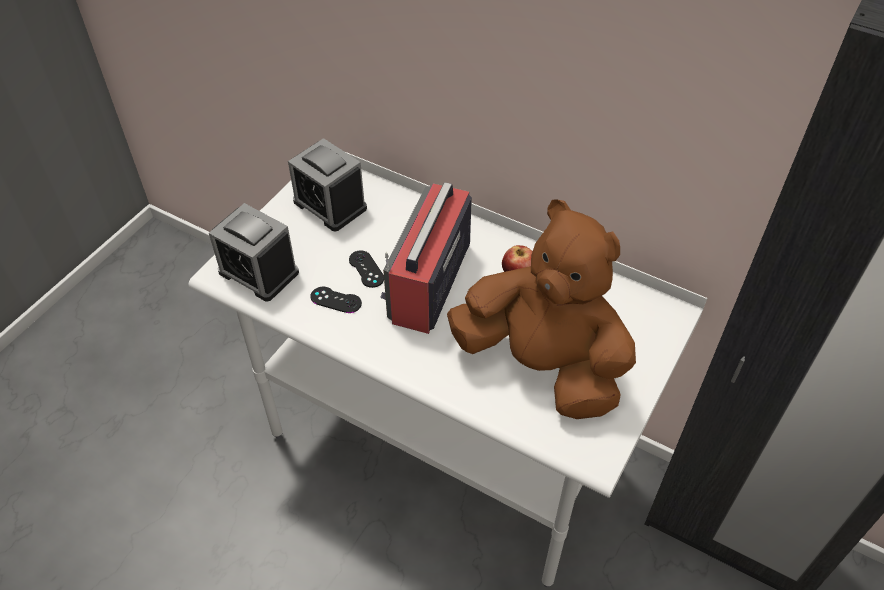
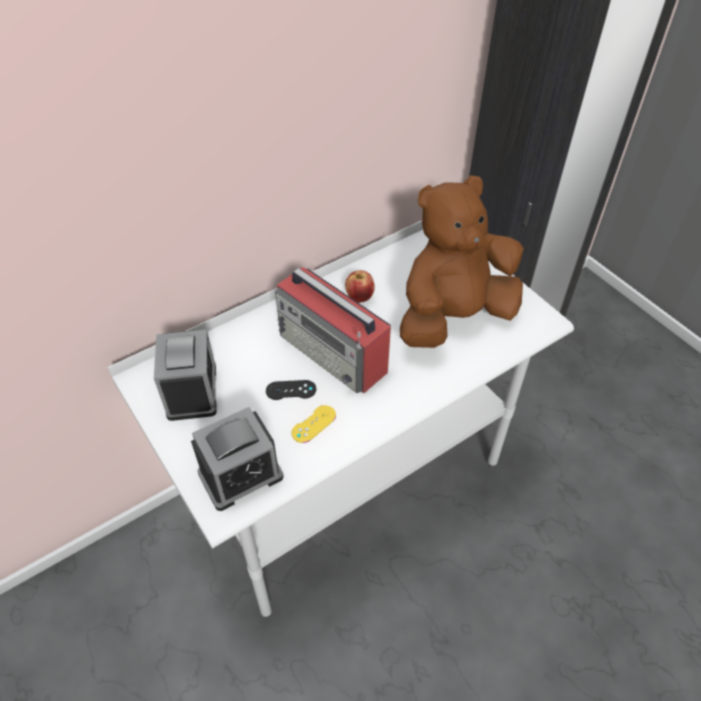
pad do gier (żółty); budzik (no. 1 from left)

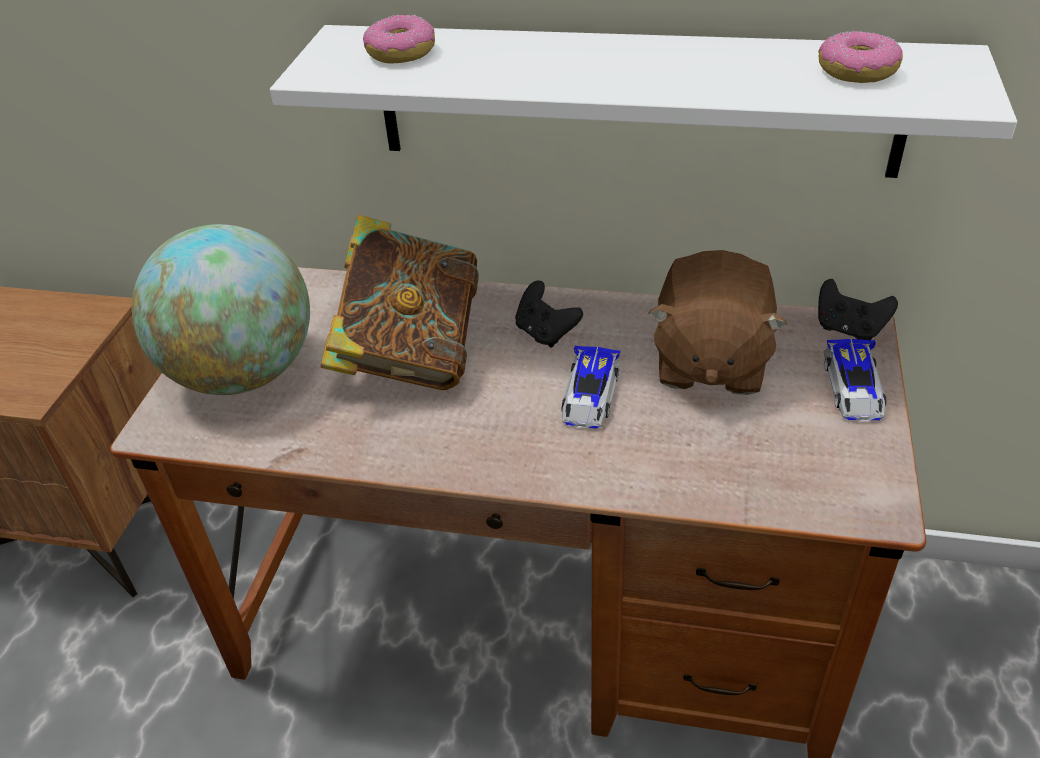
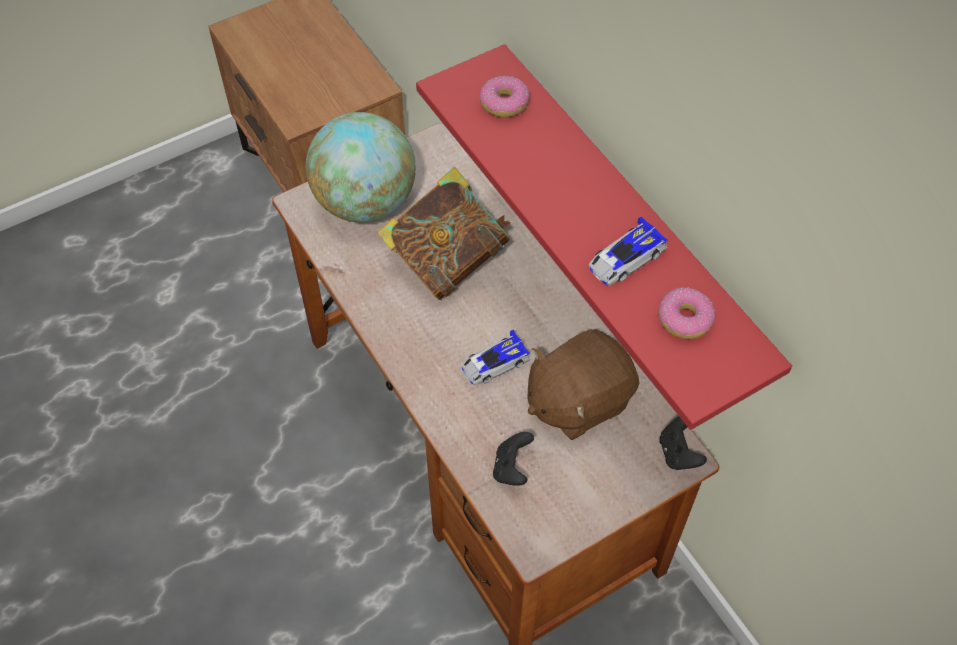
pad do gier (czarny) (no. 1 from left); samochodzik (no. 2 from left); półka (czerwony)

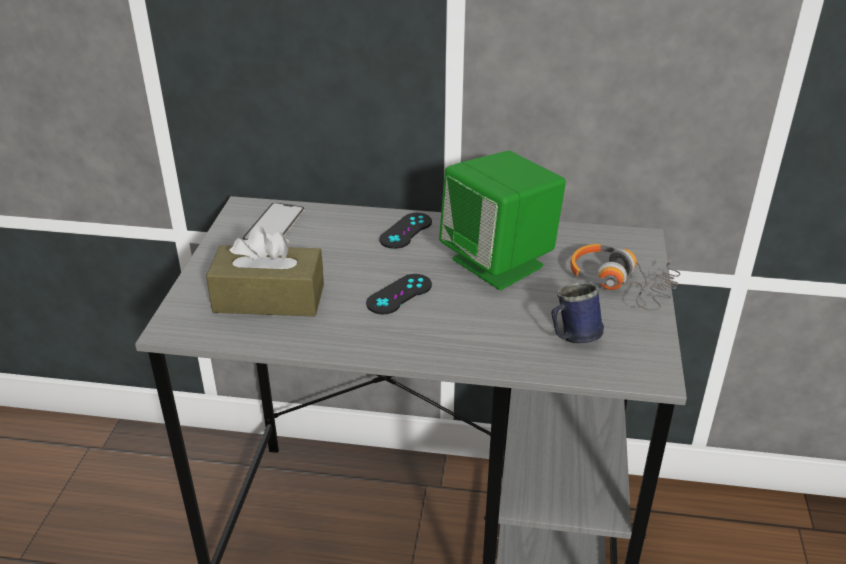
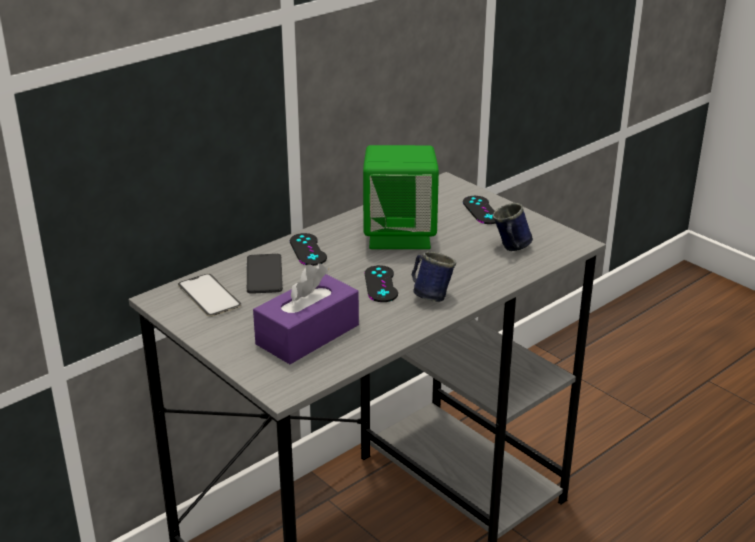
telefon (no. 2 from left); kubek (niebieski) (no. 1 from left); pad do gier (czarny) (no. 3 from left); pudełko chusteczek (fioletowy)

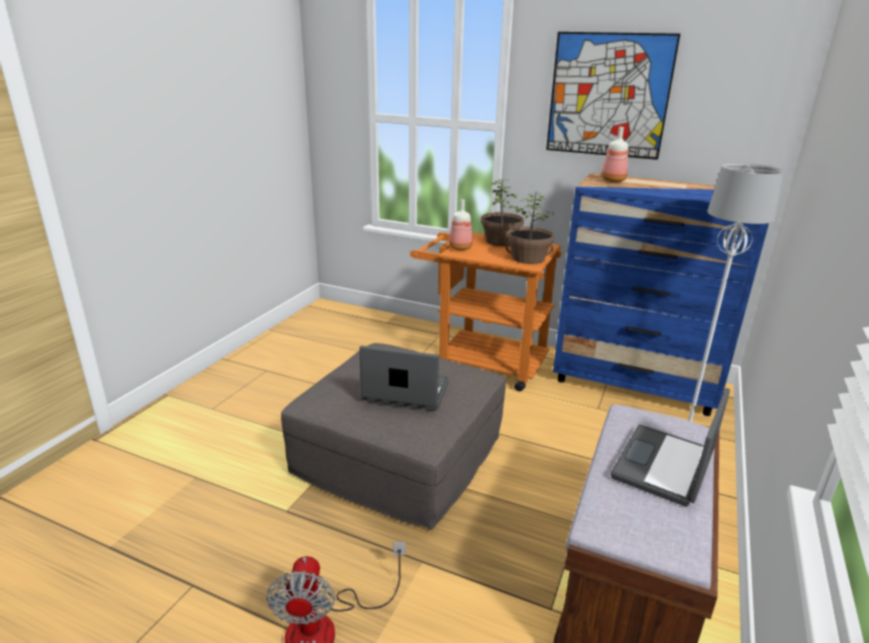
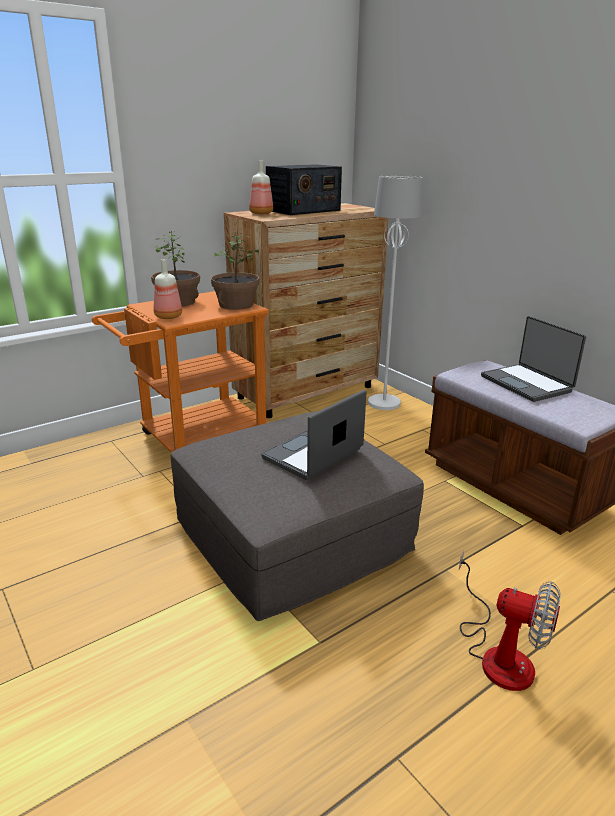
obraz; radio; komoda (brązowy)

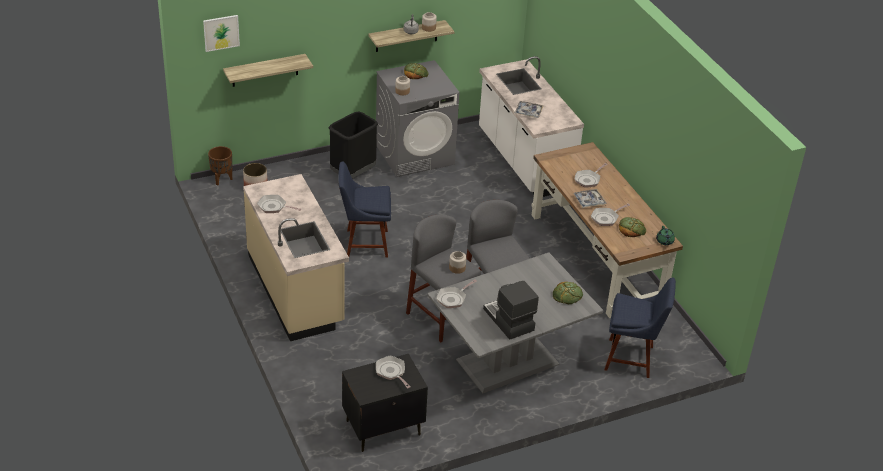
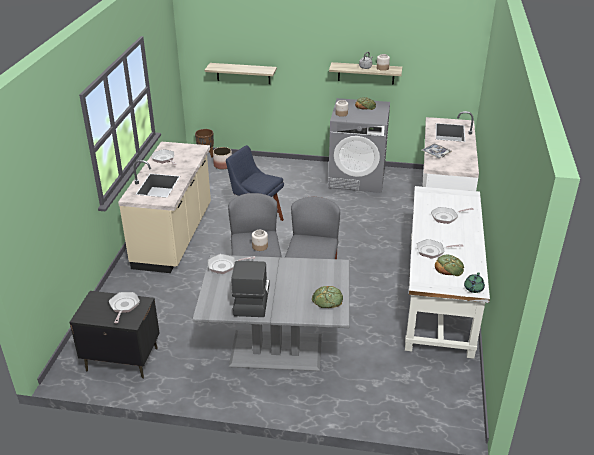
obraz; kosz na śmieci (czarny); taca (no. 2 from left in the first image); krzesło (niebieski) (no. 2 from left in the first image); biurko (biały)

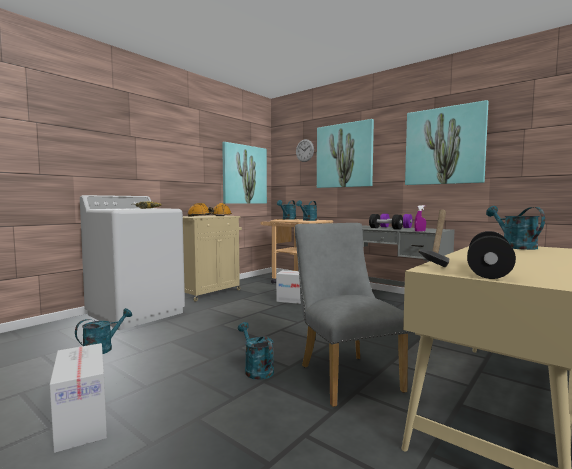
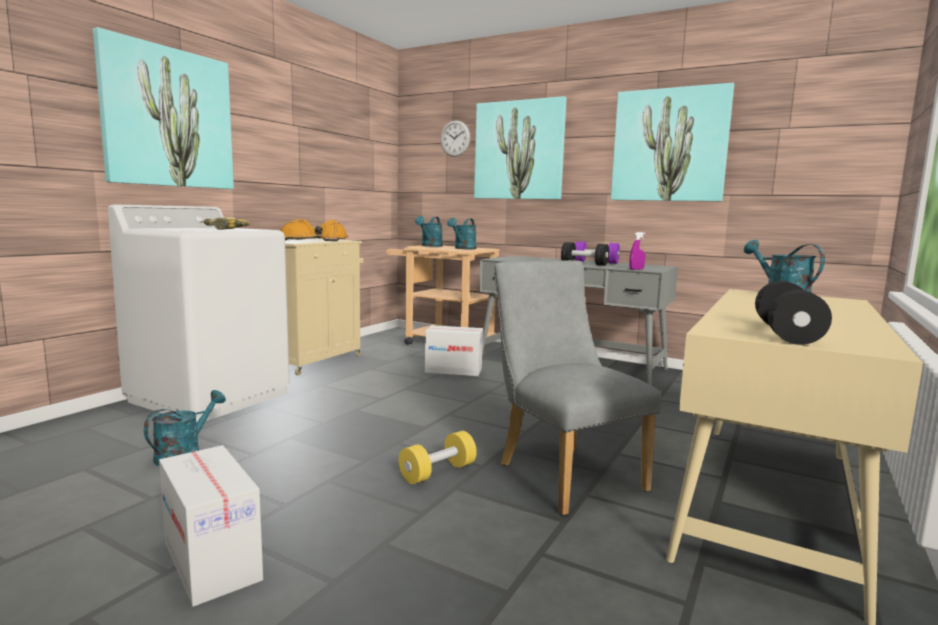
młotek; obraz (no. 1 from left); hantel (żółty)

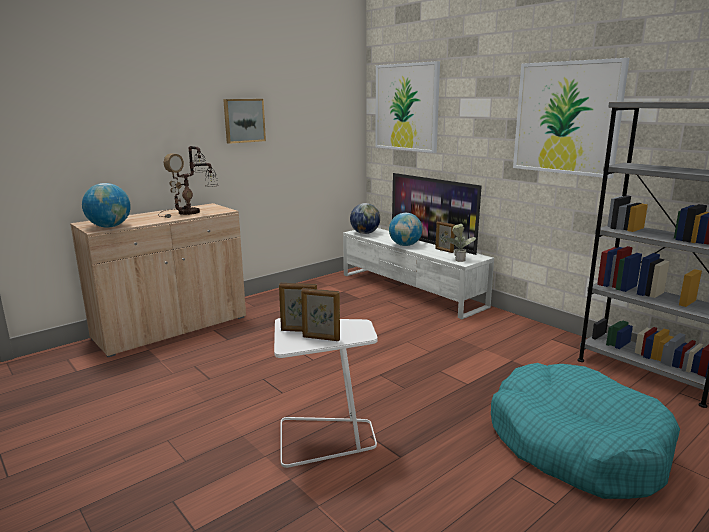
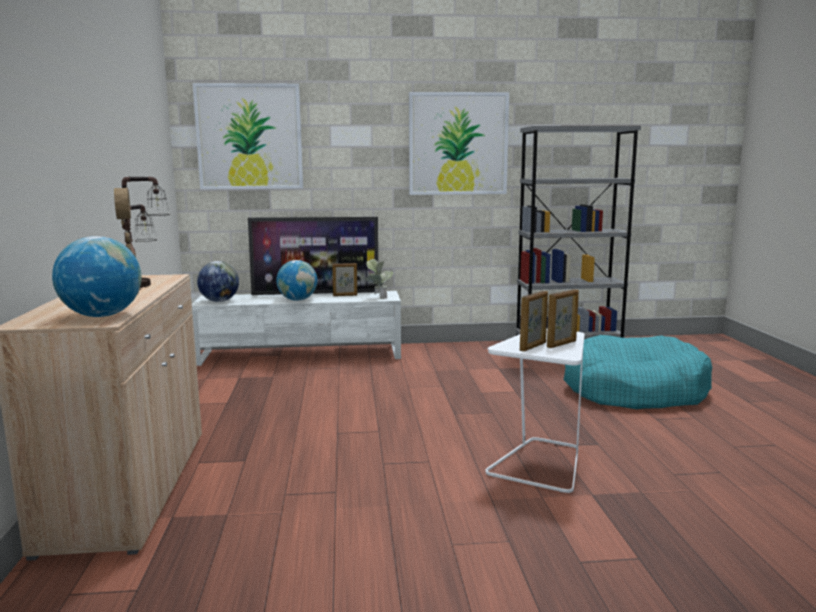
obraz (no. 1 from left in the first image)

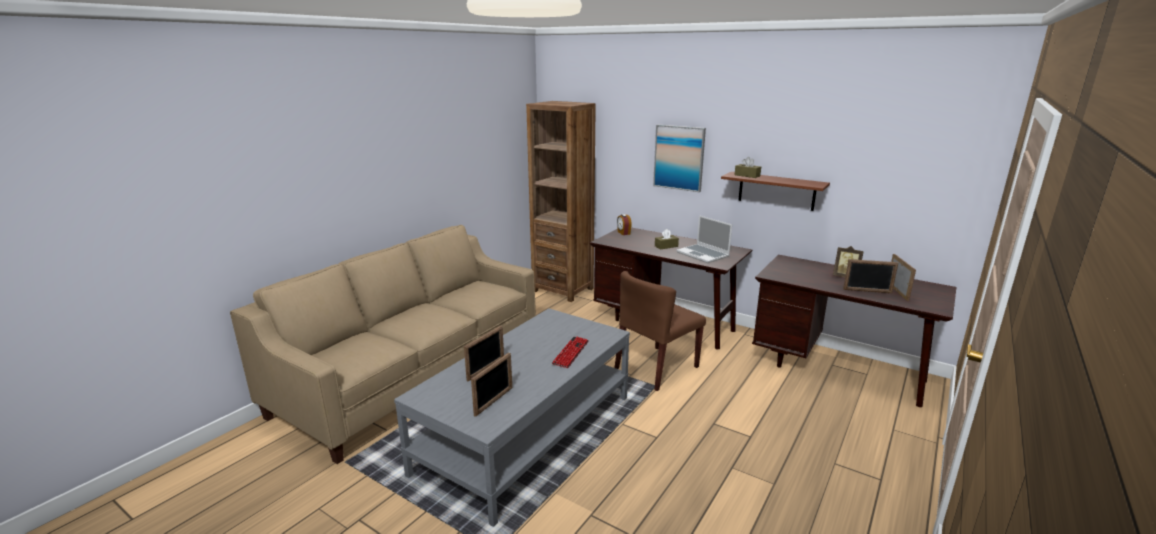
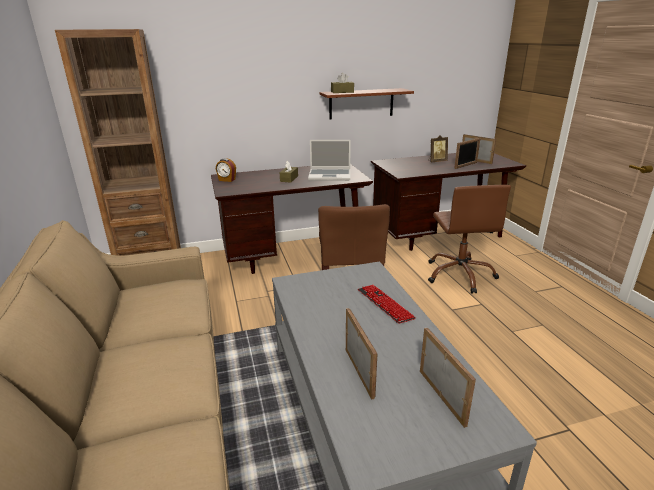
obraz; krzesło biurowe (brązowy)

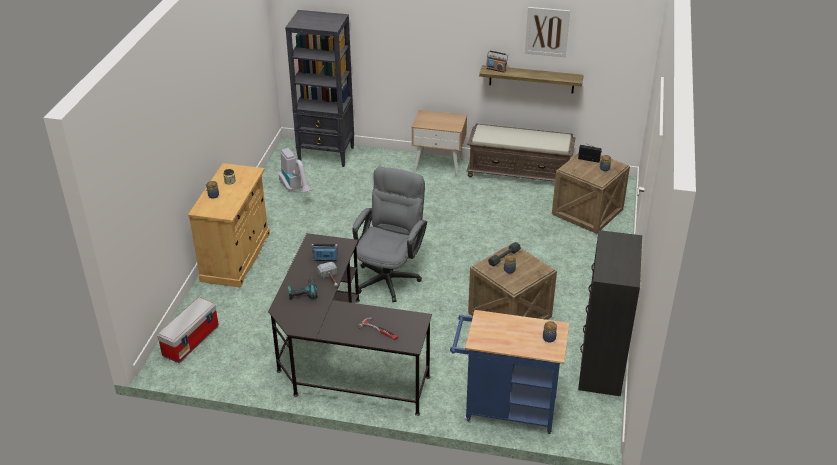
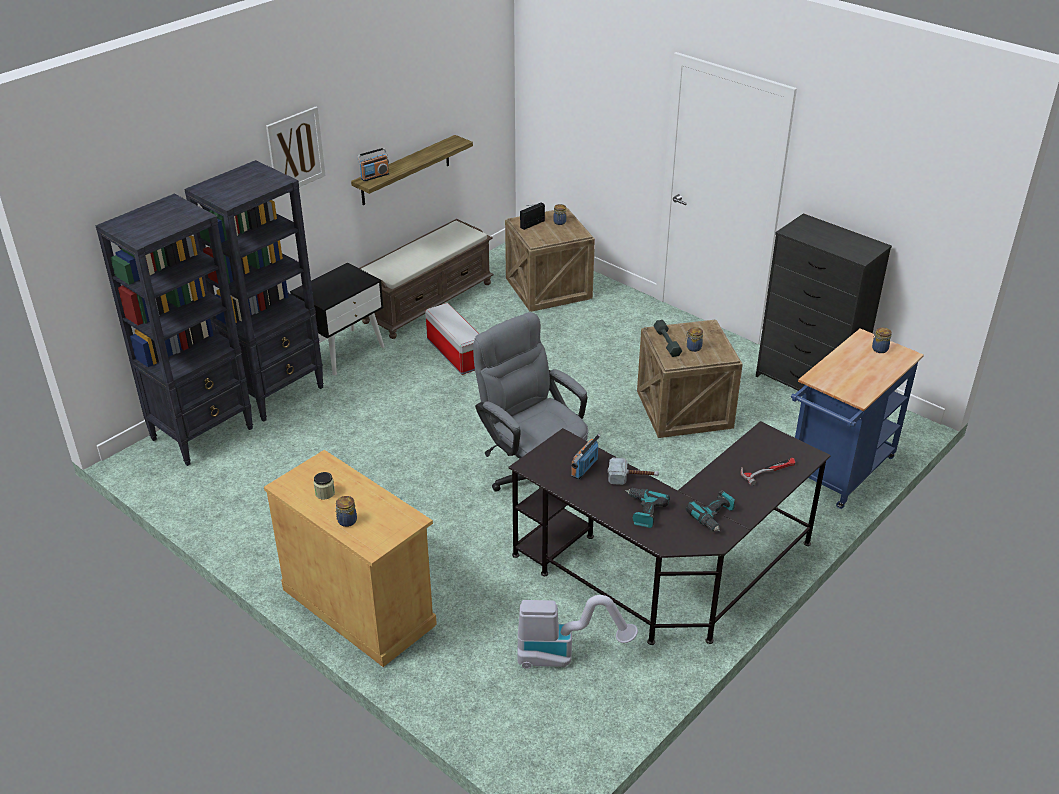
regał (czarny) (no. 2 from left); wiertarka (no. 2 from left); pojemnik do przechowywania; odkurzacz; obraz; szafka nocna (czarny)

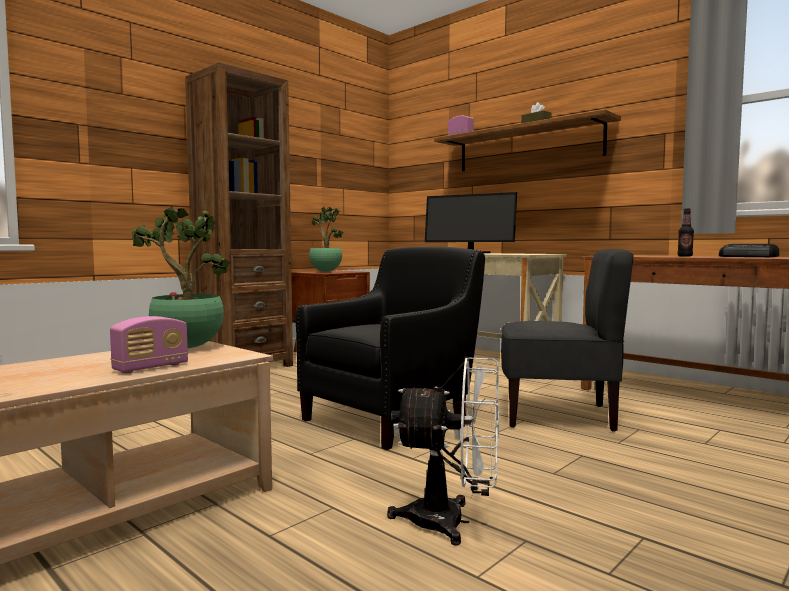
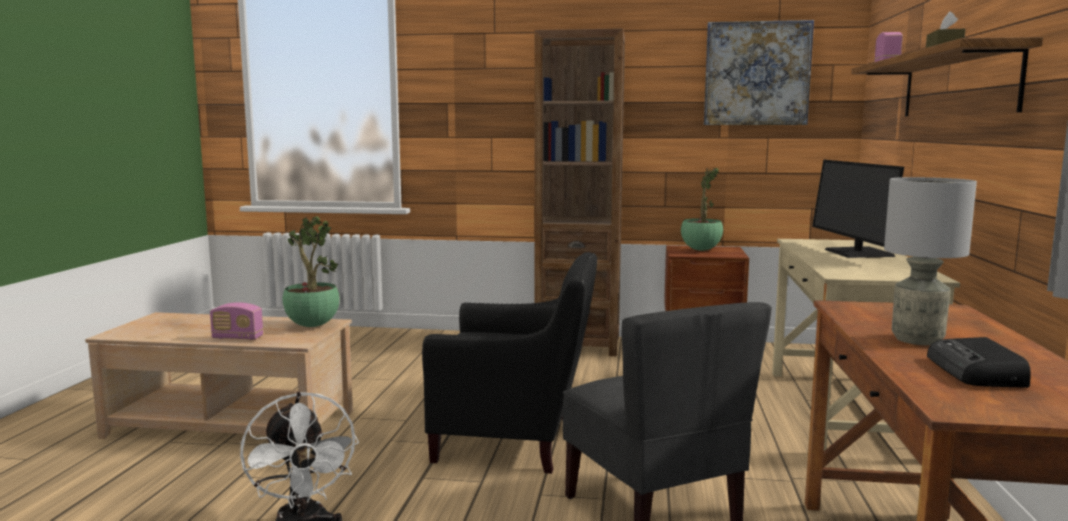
obraz; lampa stołowa (szary)

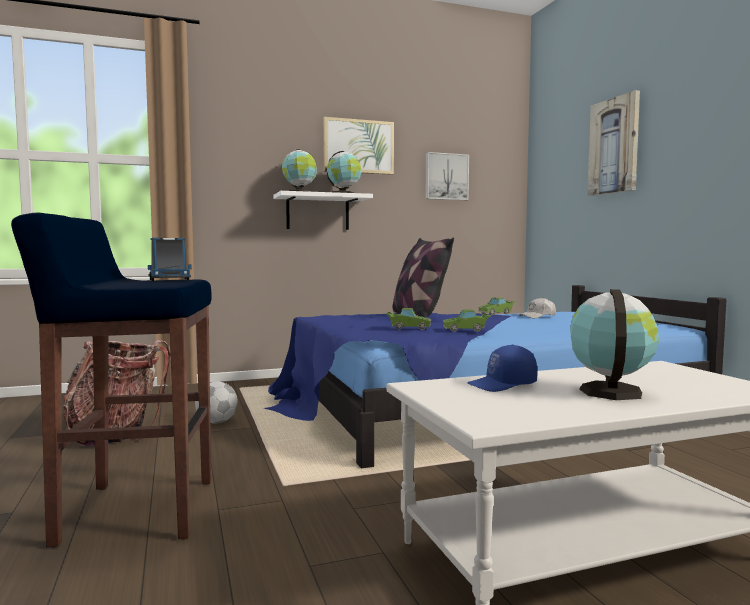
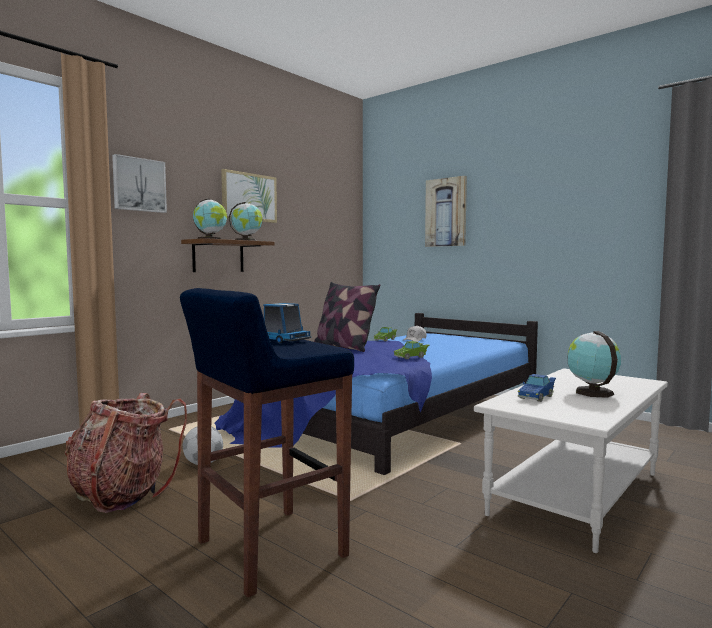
samochodzik (zielony) (no. 1 from left in the first image); obraz (no. 1 from left); samochodzik (niebieski); półka (brązowy)

